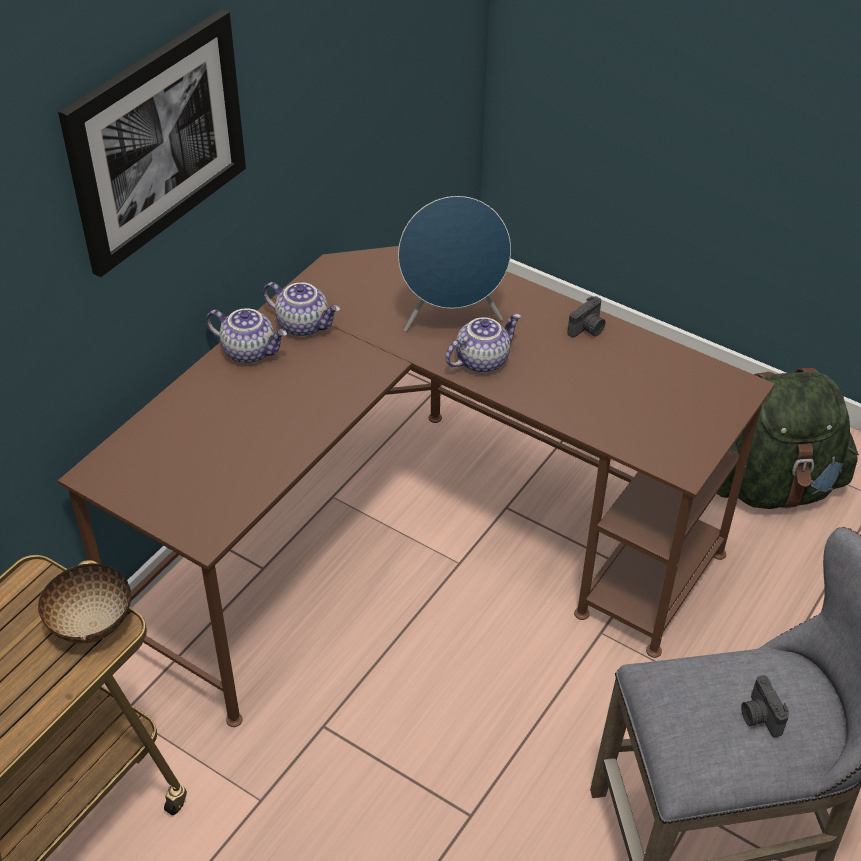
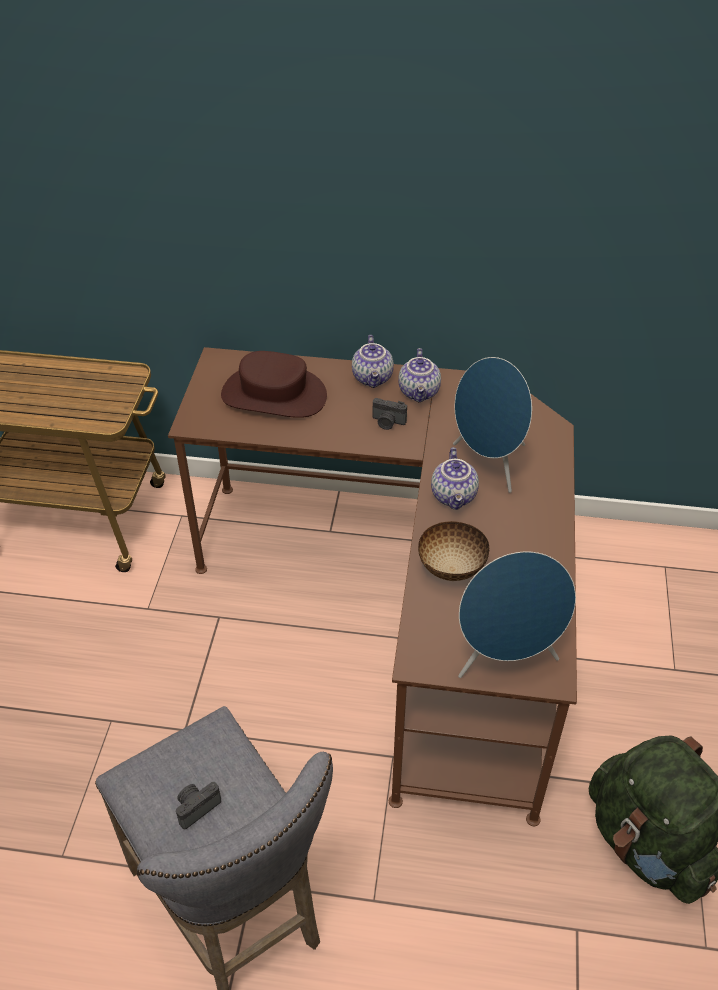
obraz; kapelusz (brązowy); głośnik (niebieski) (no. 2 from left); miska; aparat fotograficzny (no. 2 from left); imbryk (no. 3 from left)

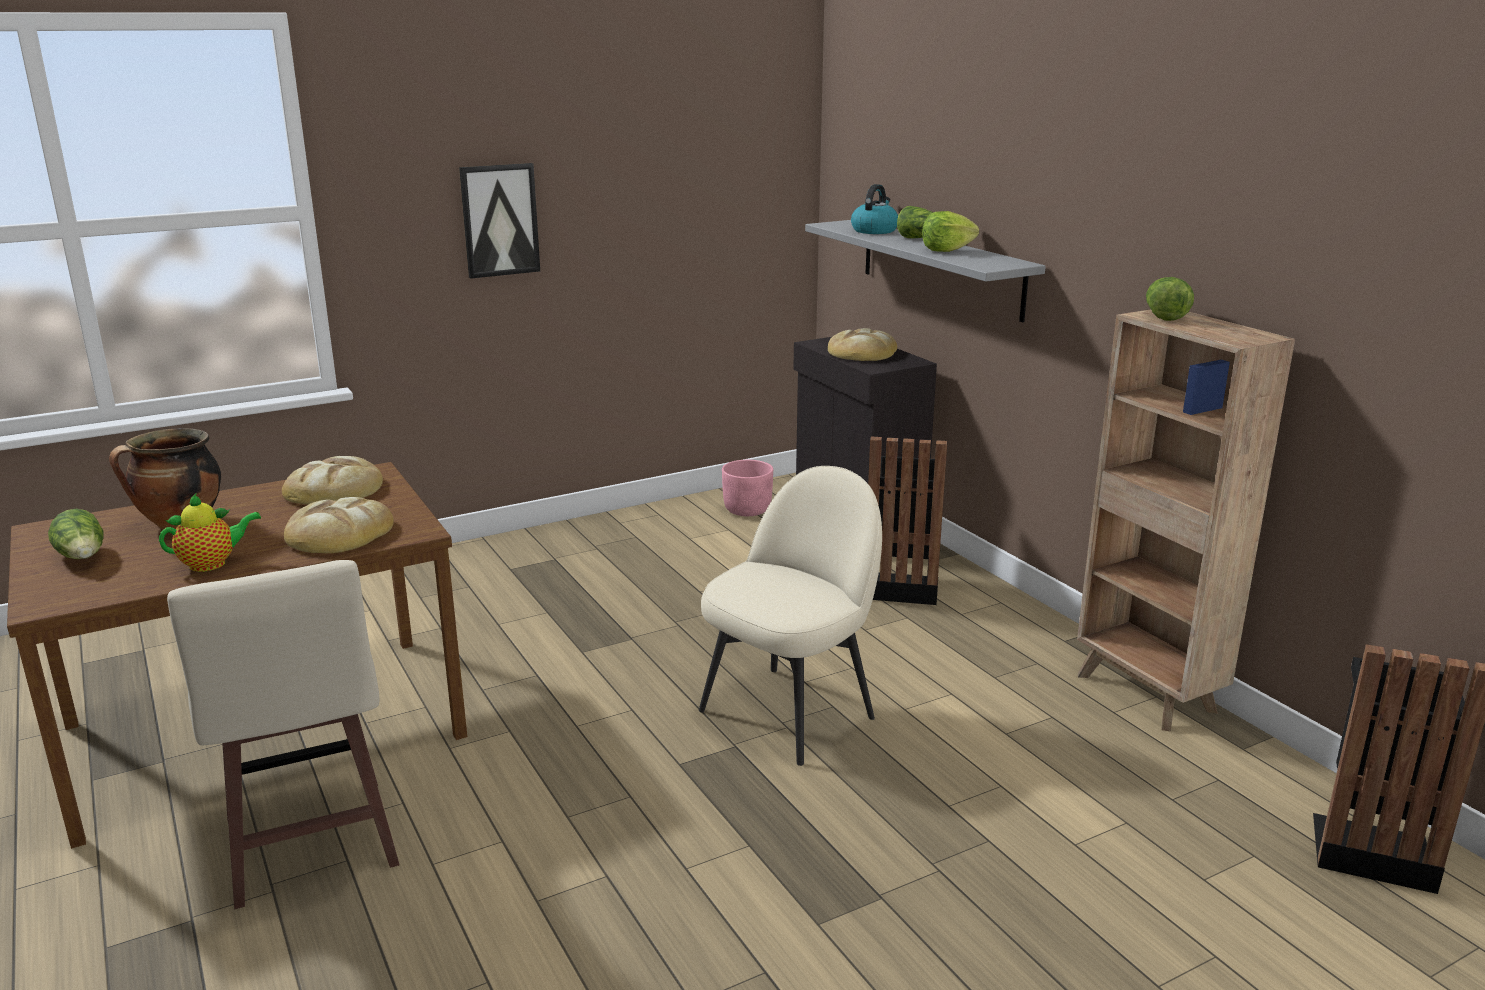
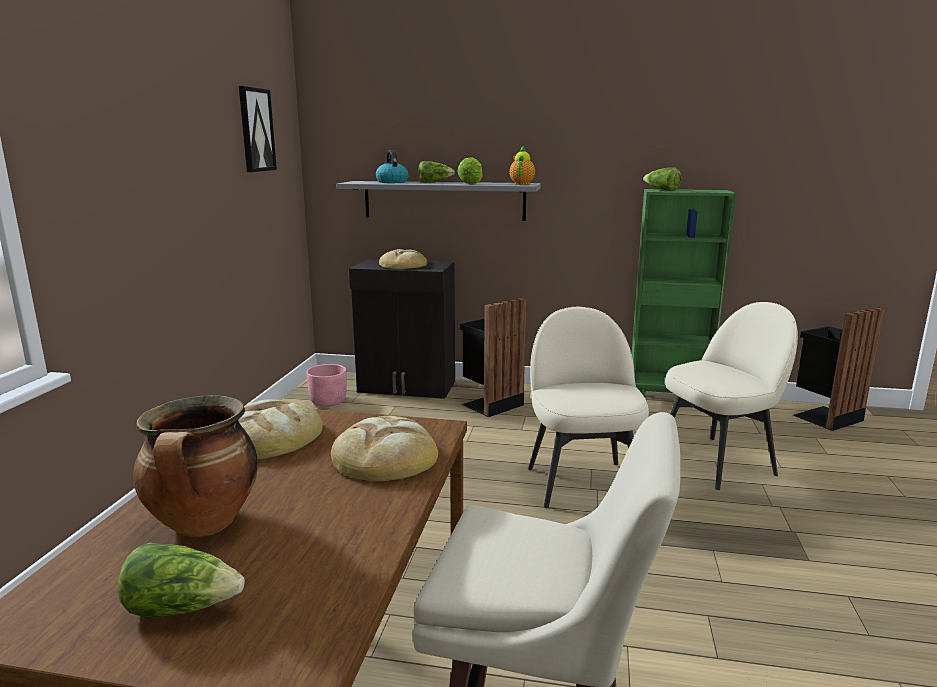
krzesło (beżowy) (no. 2 from left); imbryk; obraz; regał (zielony)

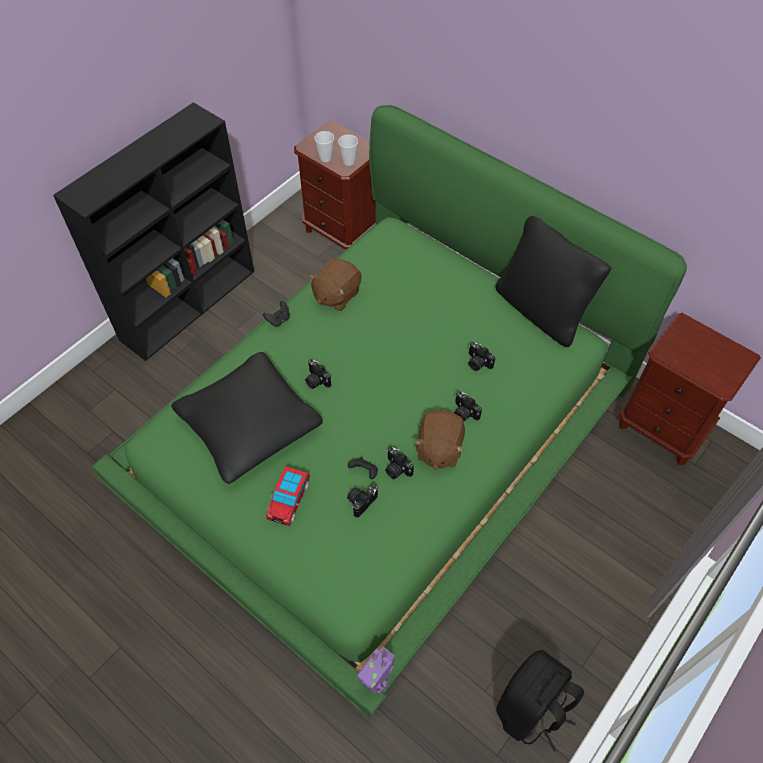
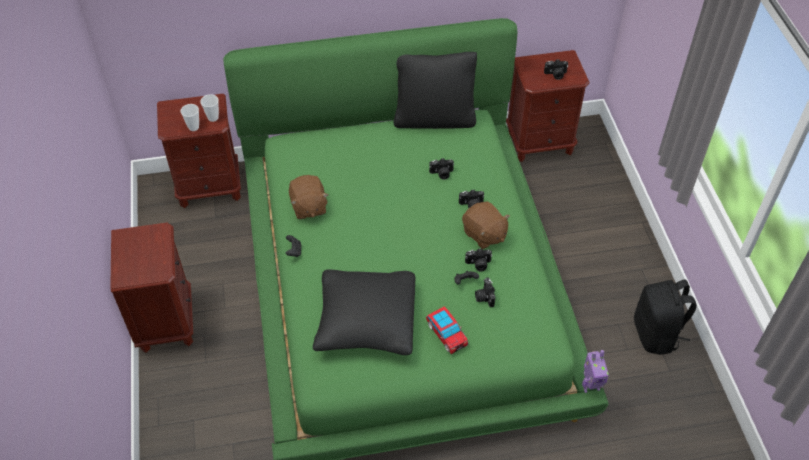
aparat fotograficzny (no. 5 from left); szafka nocna (brązowy) (no. 1 from left)

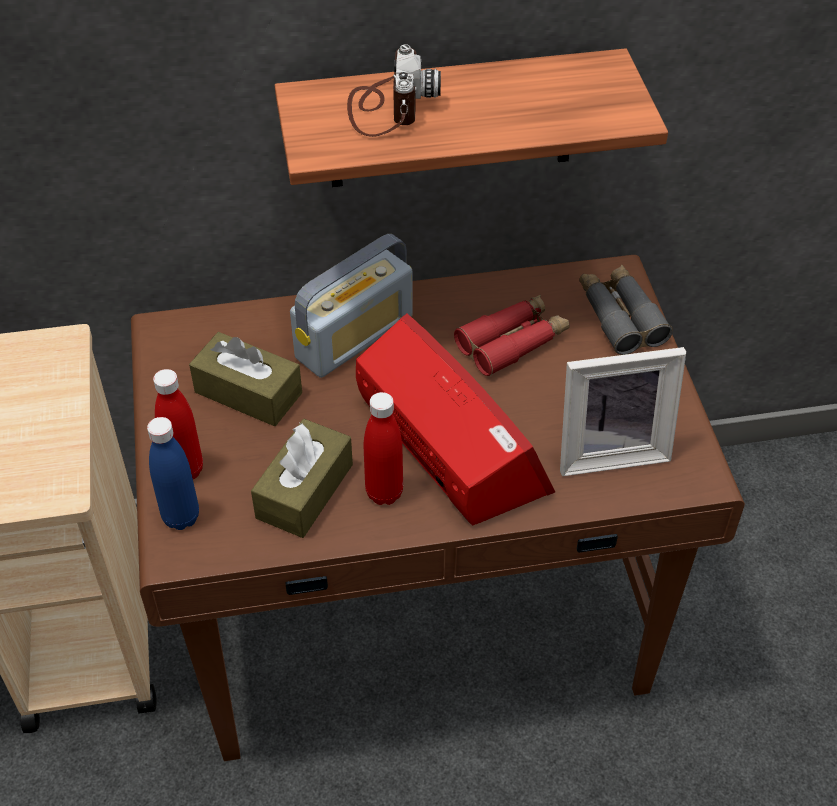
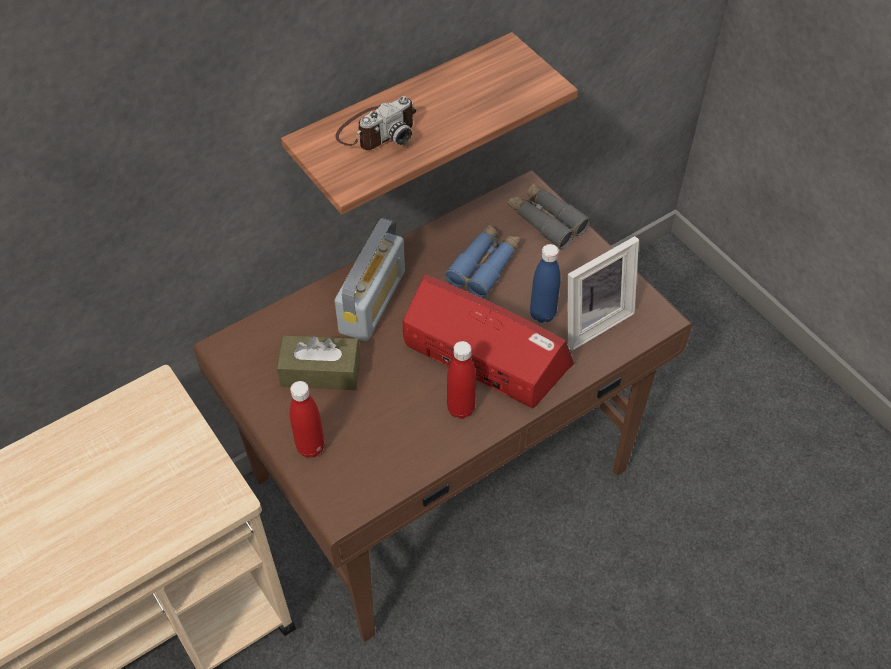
pudełko chusteczek (brązowy) (no. 2 from left in the first image); butelka (niebieski); lornetka (niebieski); aparat fotograficzny

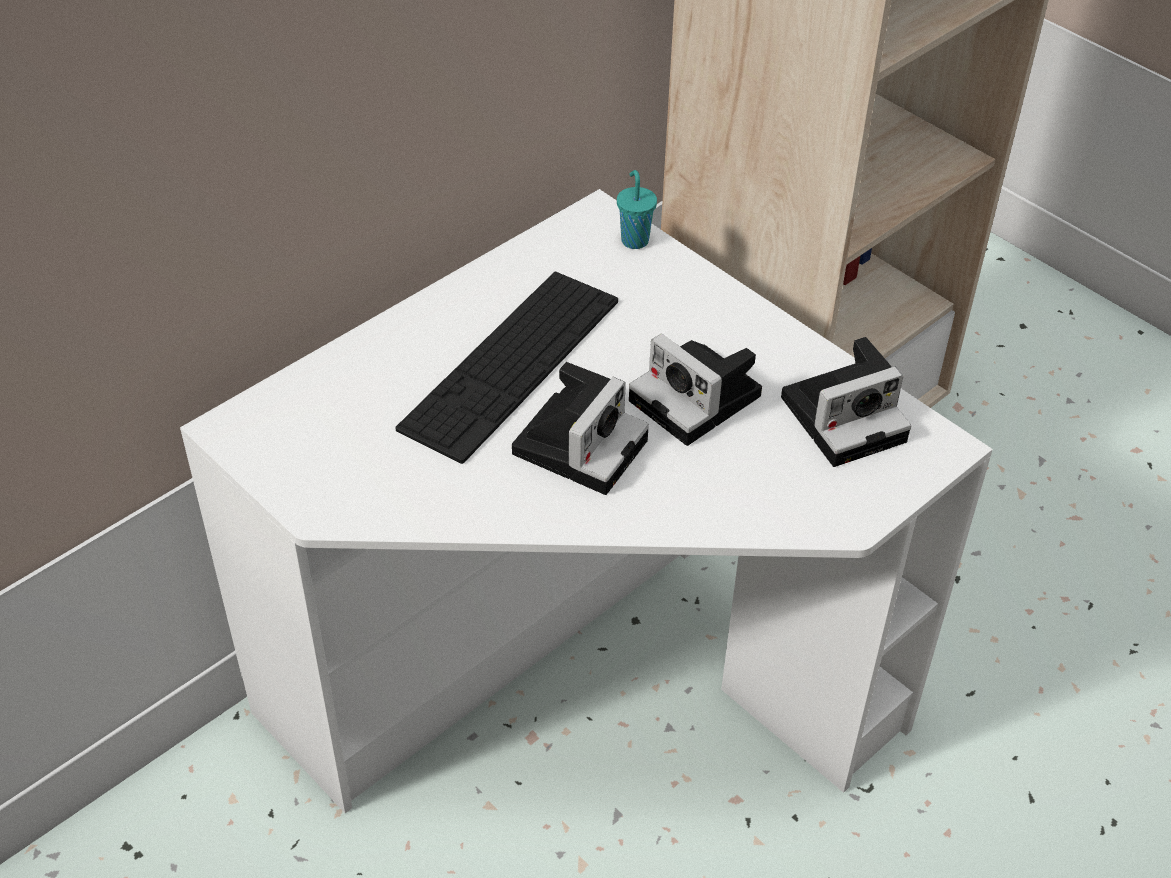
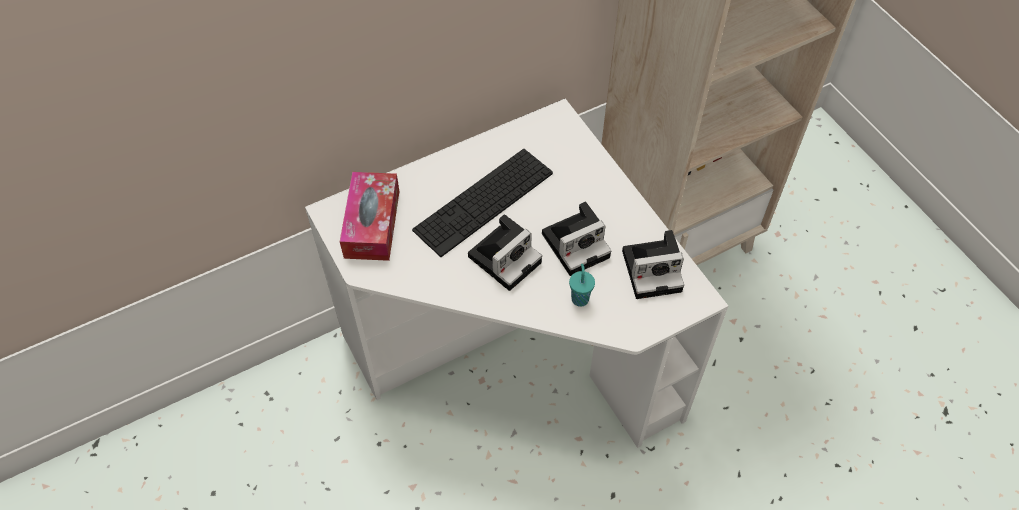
pudełko chusteczek; filiżanka (turkusowy); aparat fotograficzny (no. 2 from left)

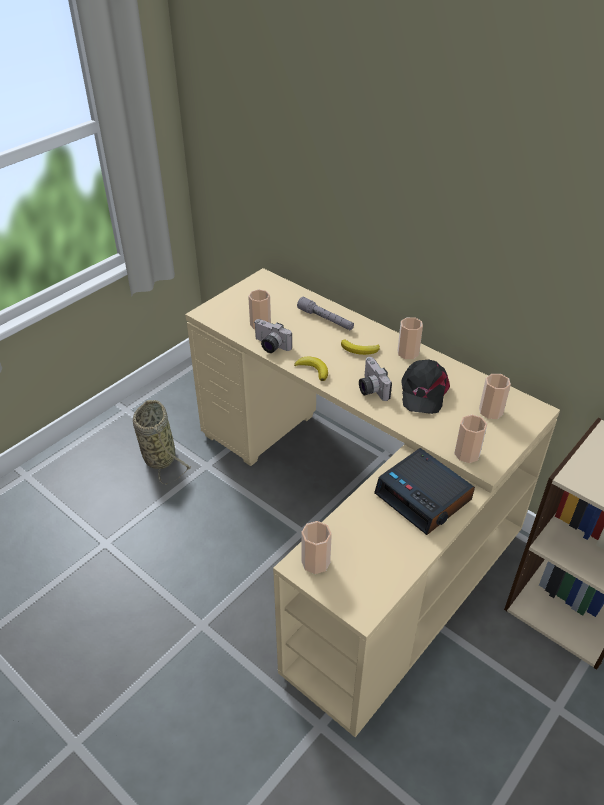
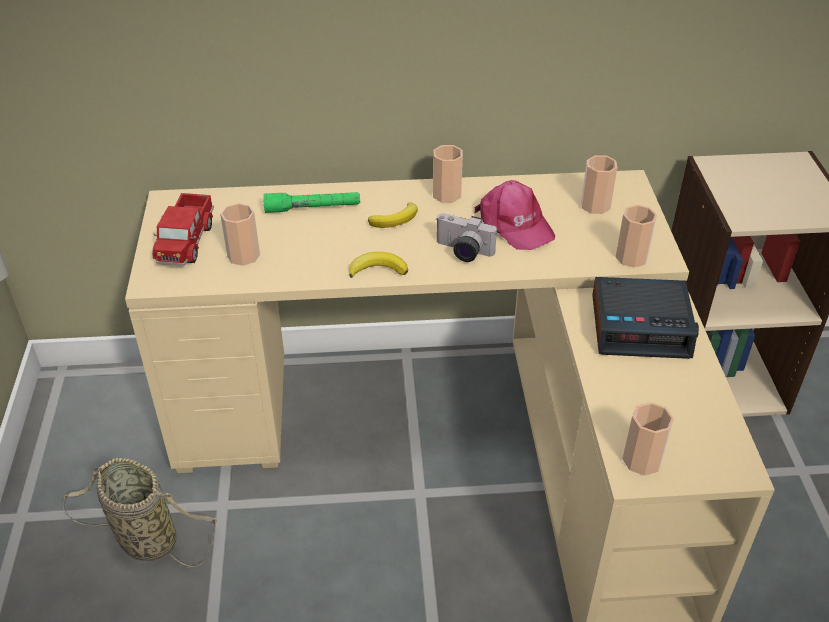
aparat fotograficzny (no. 1 from left in the first image); ciężarówka zabawkowa; latarka (zielony); czapka z daszkiem (różowy)

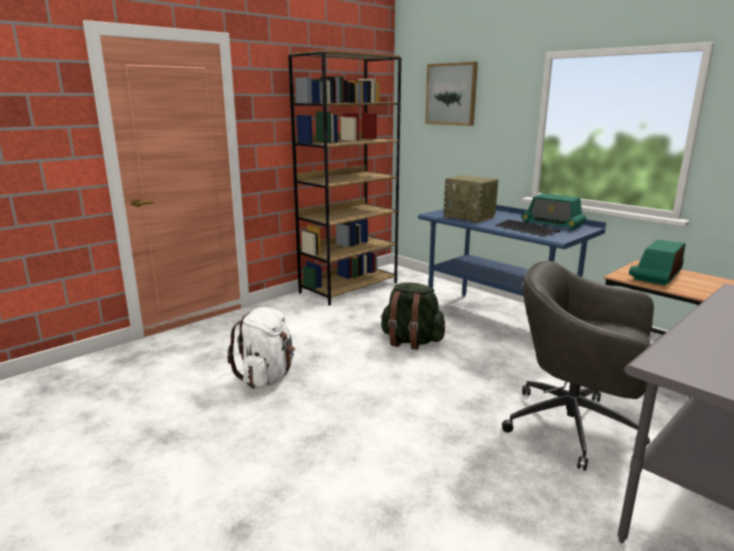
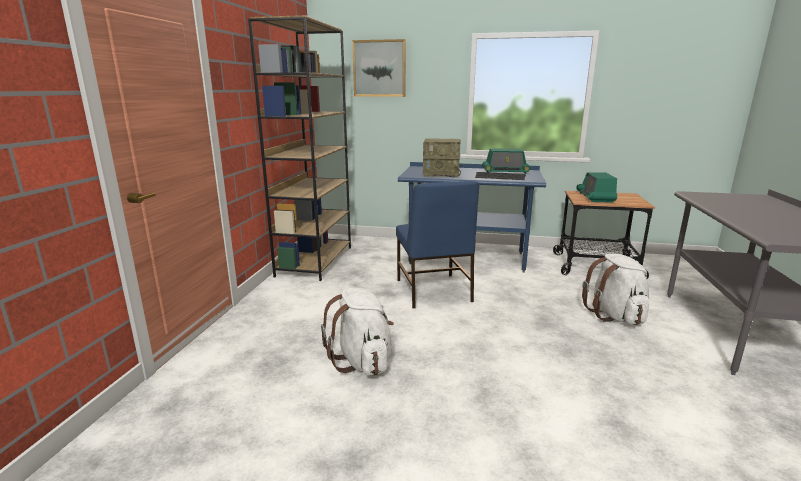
krzesło (niebieski); plecak (biały) (no. 2 from left)

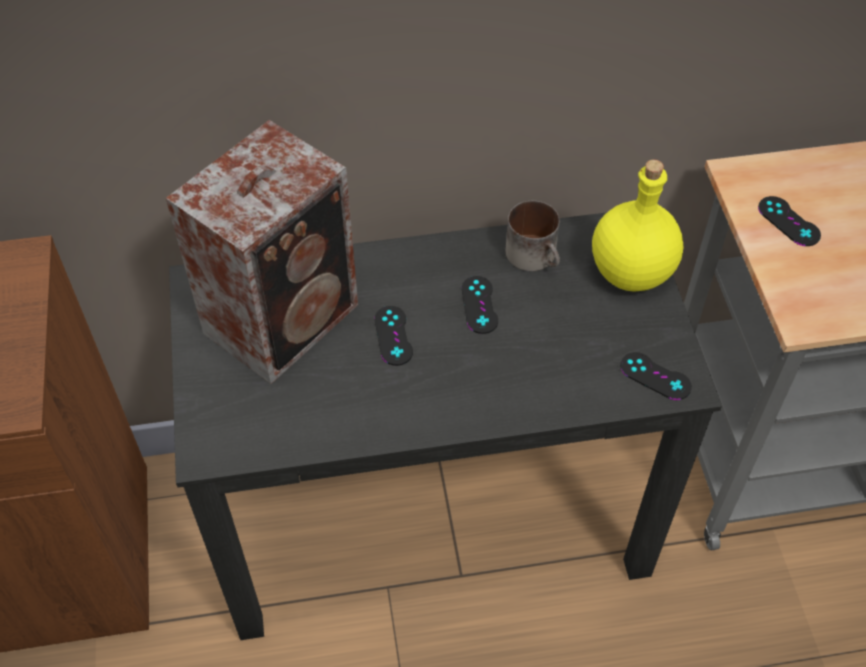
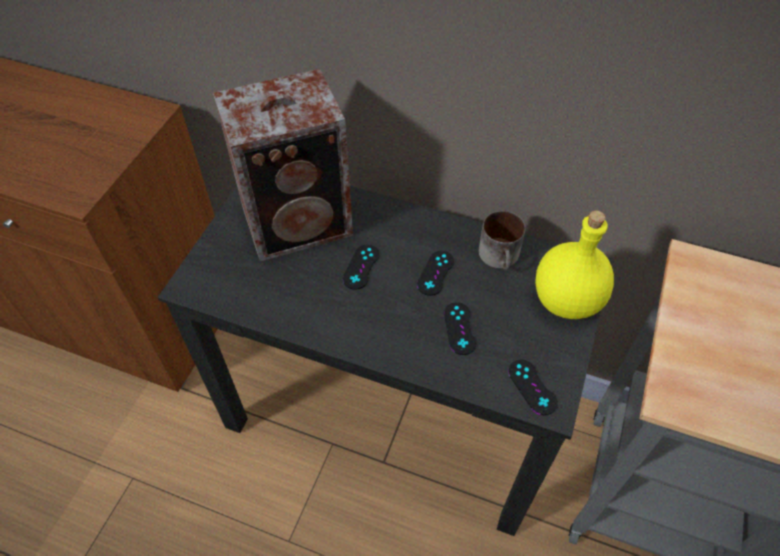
pad do gier (czarny) (no. 3 from left)

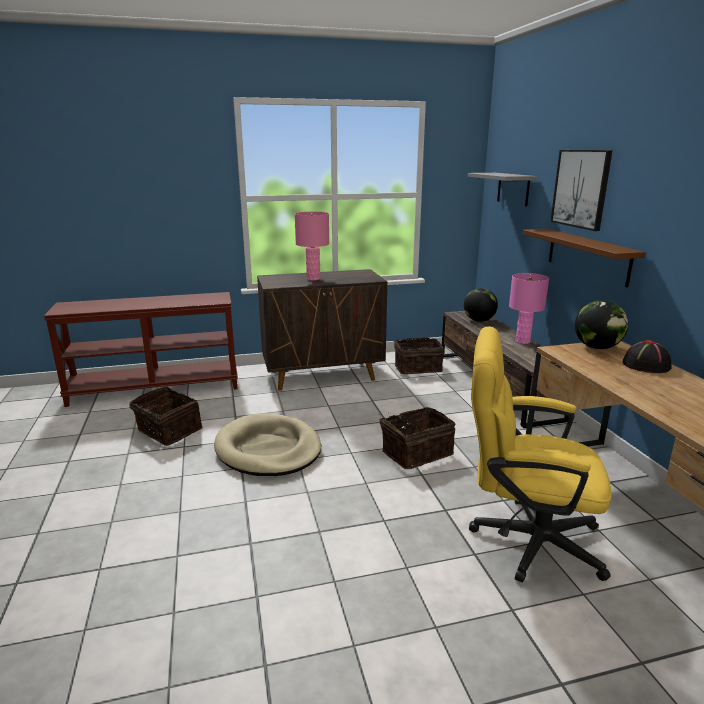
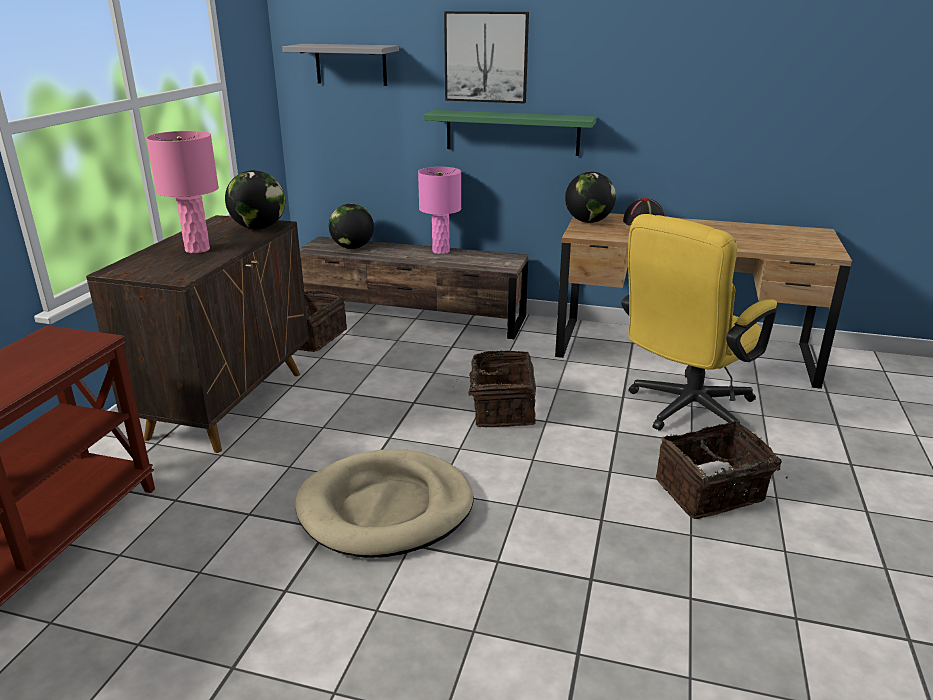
globus (no. 1 from left); koszyk (no. 3 from left); półka (zielony)

